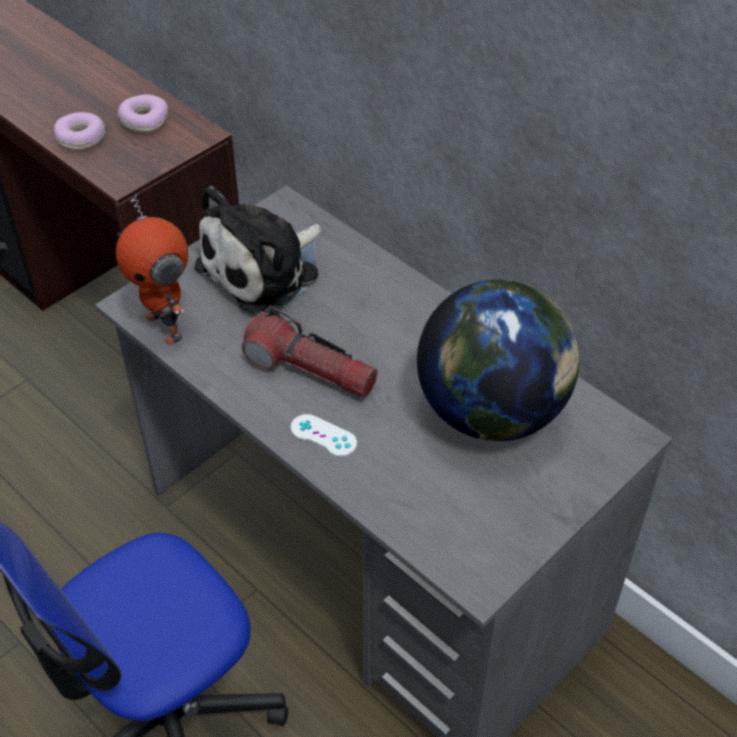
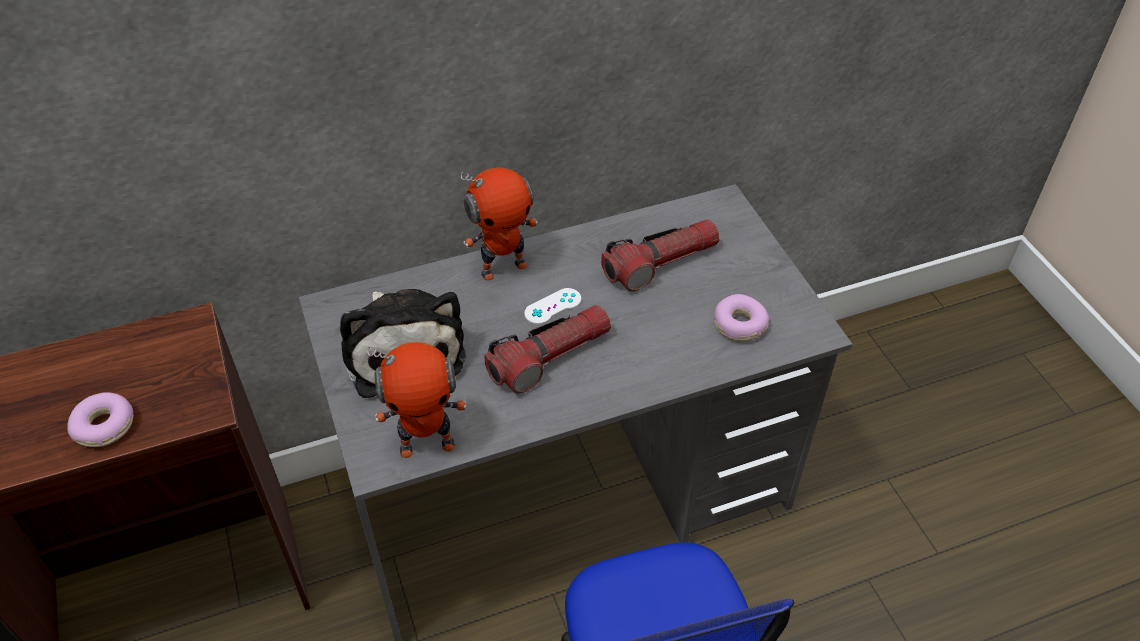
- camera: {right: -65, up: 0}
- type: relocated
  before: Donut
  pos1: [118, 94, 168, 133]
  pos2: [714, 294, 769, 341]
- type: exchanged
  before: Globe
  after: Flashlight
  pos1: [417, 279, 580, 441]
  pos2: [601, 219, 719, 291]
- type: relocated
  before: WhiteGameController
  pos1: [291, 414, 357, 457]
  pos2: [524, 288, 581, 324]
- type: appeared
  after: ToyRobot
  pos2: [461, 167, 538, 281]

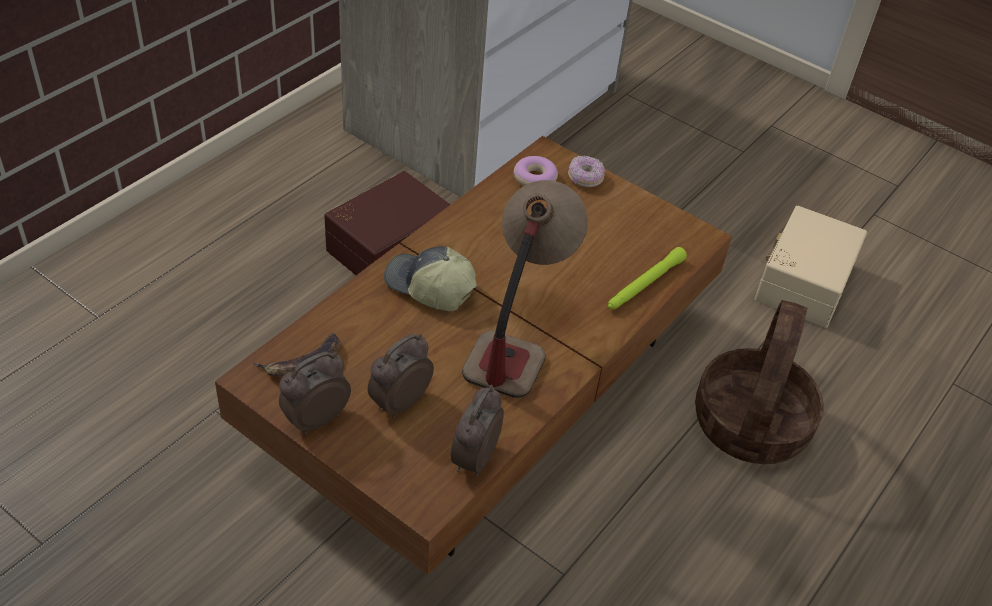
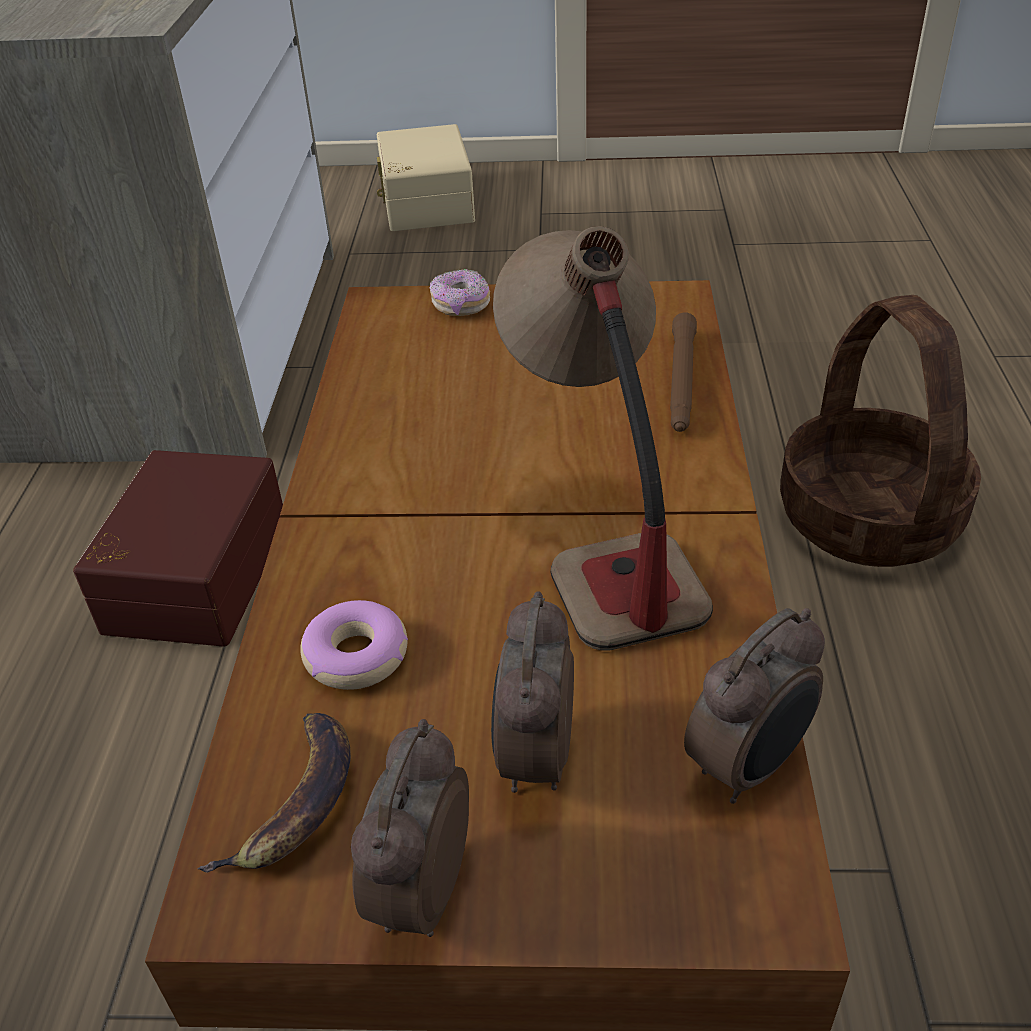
- camera: {right: -30, up: -5}
- type: relocated
  before: Donut
  pos1: [514, 156, 558, 186]
  pos2: [300, 600, 408, 690]
- type: relocated
  before: BeigeStorageBox
  pos1: [755, 206, 867, 328]
  pos2: [377, 124, 475, 231]
- type: missing
  before: Cap
  pos1: [384, 246, 477, 311]
- type: colour
  before: GreenFlashlight
  after: BrownFlashlight
  pos1: [608, 247, 687, 309]
  pos2: [670, 312, 697, 432]
- type: spun
  before: AlarmClock
  pos1: [451, 385, 504, 477]
  pos2: [684, 608, 825, 804]
  turn: -120

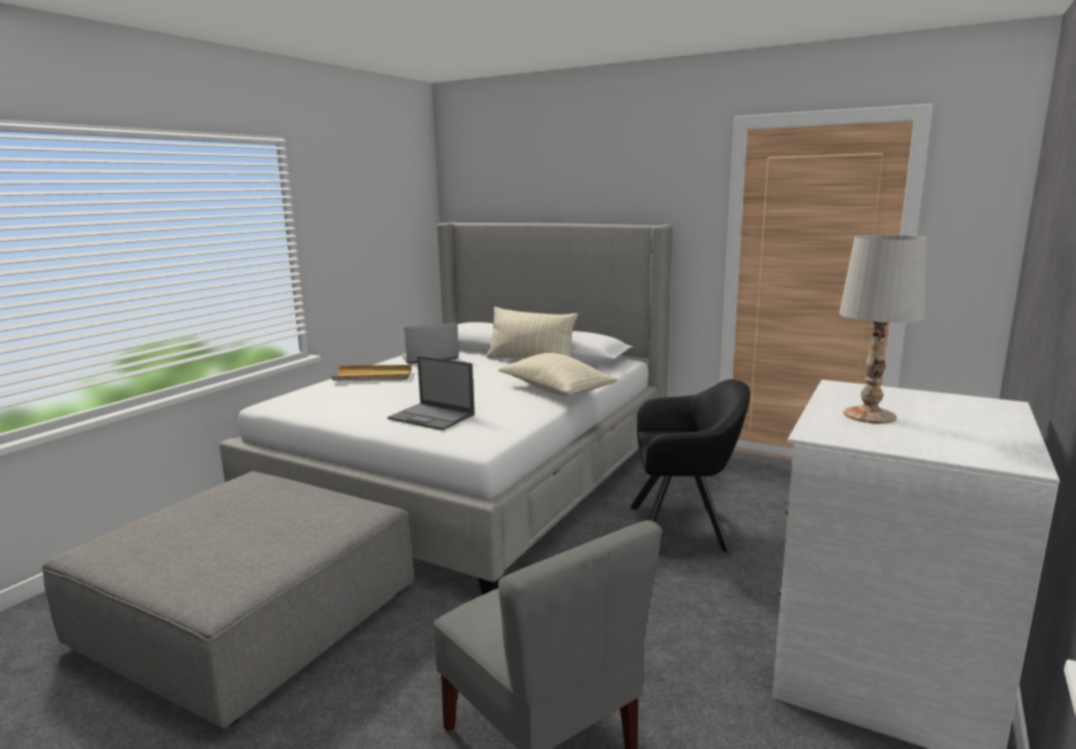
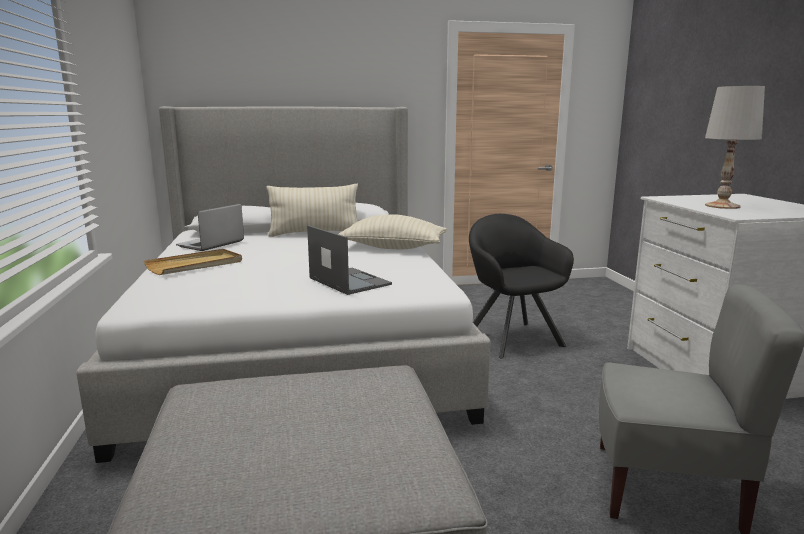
- camera: {right: -40, up: 0}
- type: spun
  before: Laptop
  pos1: [387, 356, 475, 430]
  pos2: [307, 225, 392, 295]
  turn: -120
- type: spun
  before: BlackArmchair
  pos1: [630, 379, 750, 553]
  pos2: [469, 214, 574, 359]
  turn: -75

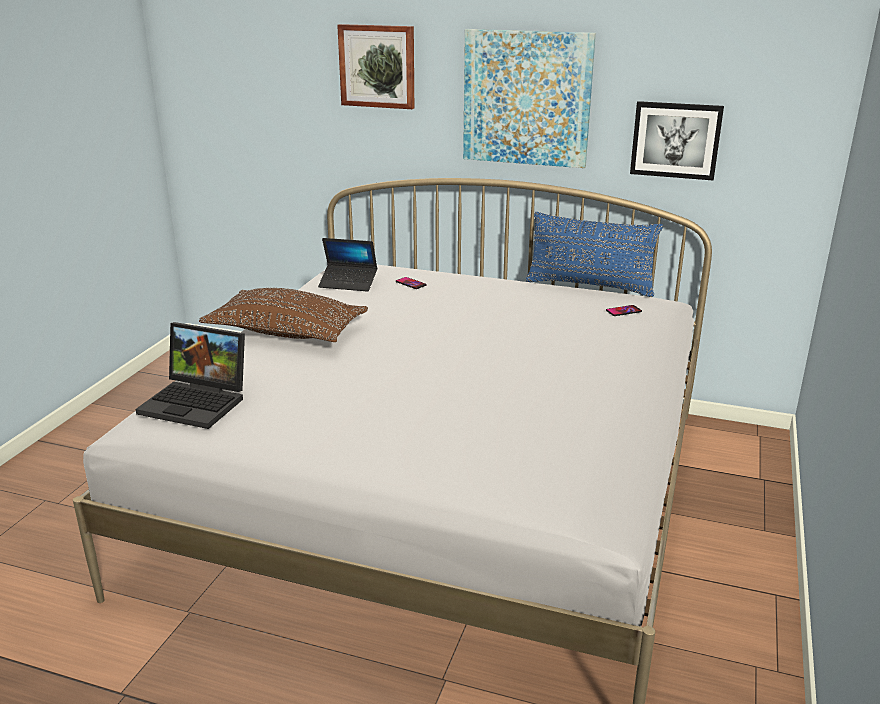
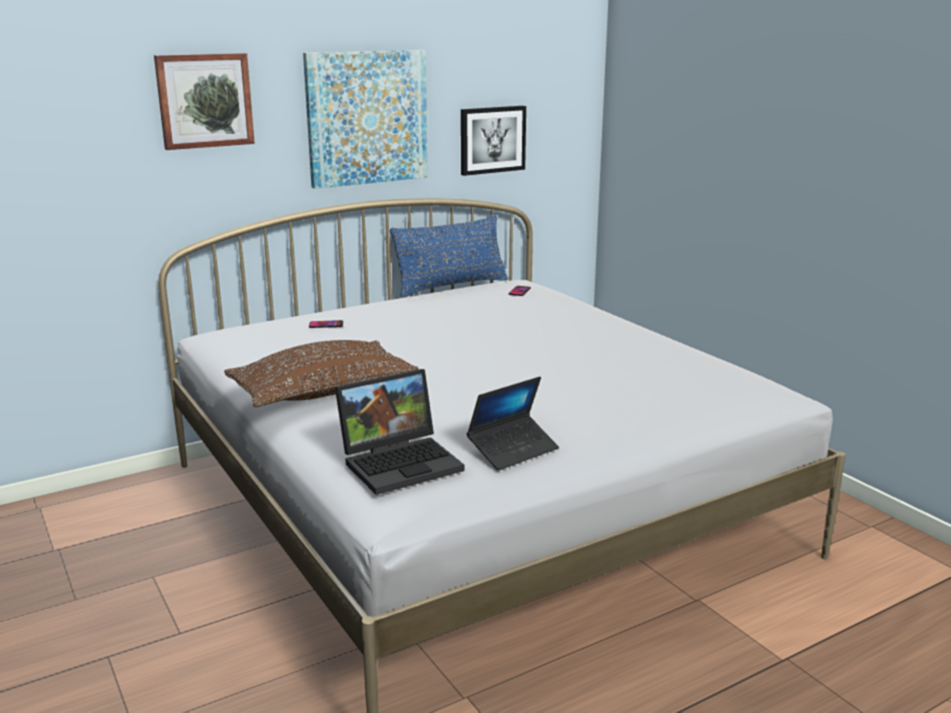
- camera: {right: -50, up: -5}
- type: relocated
  before: Laptop
  pos1: [318, 238, 377, 292]
  pos2: [467, 377, 559, 471]

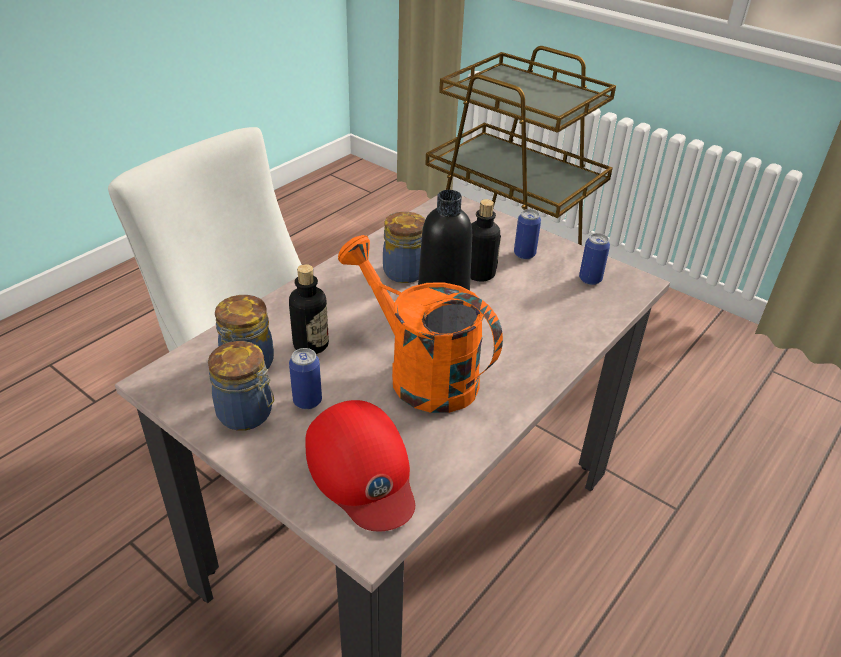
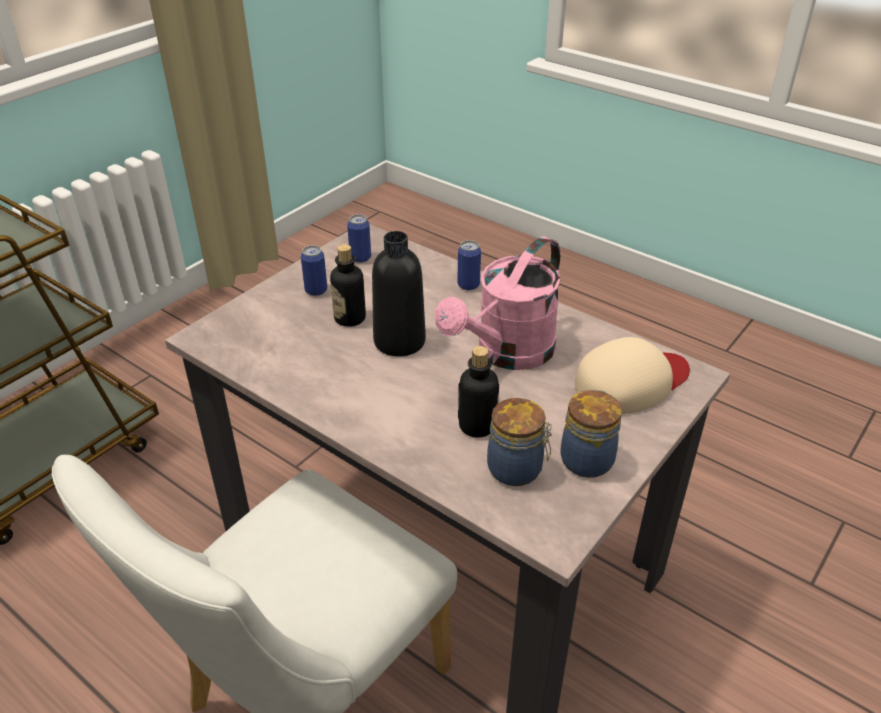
- camera: {right: -90, up: 0}
- type: missing
  before: Jar
  pos1: [383, 212, 425, 283]
- type: colour
  before: OrangeWateringCan
  after: PinkWateringCan
  pos1: [338, 235, 503, 413]
  pos2: [435, 236, 561, 370]
- type: relocated
  before: Can
  pos1: [289, 348, 322, 410]
  pos2: [458, 240, 481, 290]
- type: colour
  before: RedCap
  after: BeigeCap
  pos1: [305, 400, 415, 531]
  pos2: [575, 337, 690, 414]

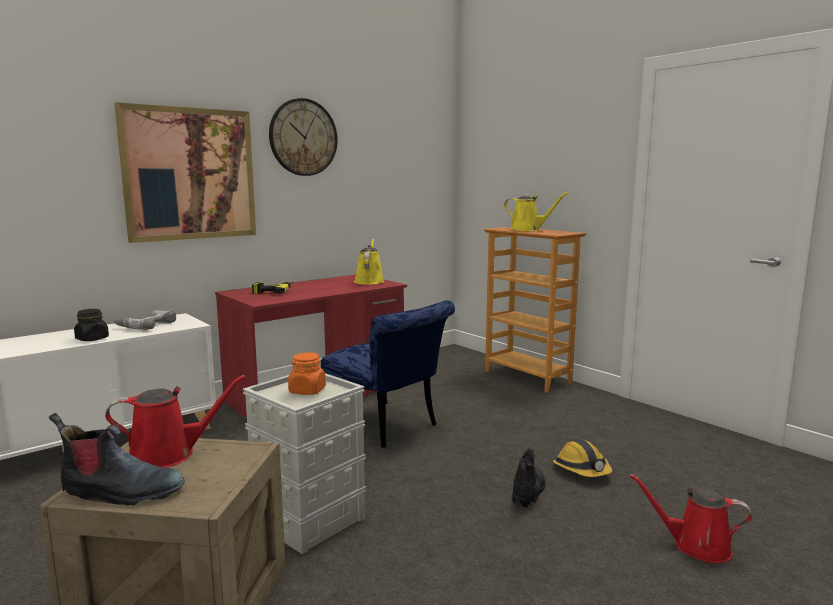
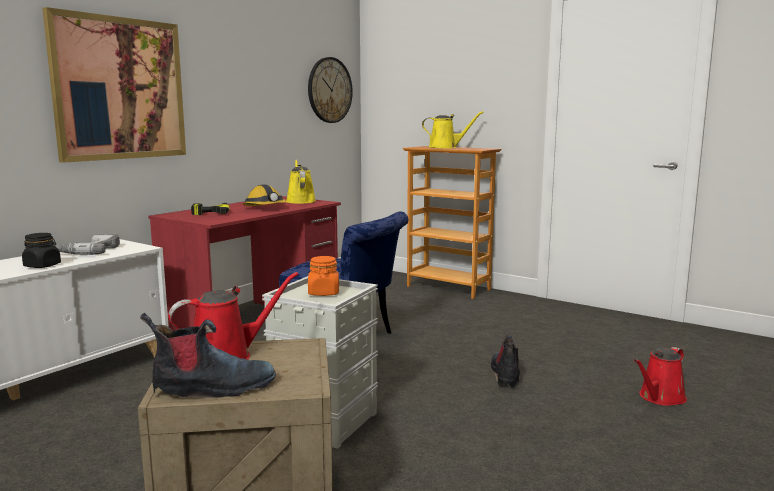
- camera: {right: -15, up: 0}
- type: relocated
  before: WallClock
  pos1: [269, 98, 338, 176]
  pos2: [308, 57, 353, 123]
- type: relocated
  before: HardHat
  pos1: [553, 439, 612, 477]
  pos2: [243, 185, 286, 206]
- type: spun
  before: RedWateringCan
  pos1: [629, 474, 752, 563]
  pos2: [634, 347, 687, 406]
  turn: -45

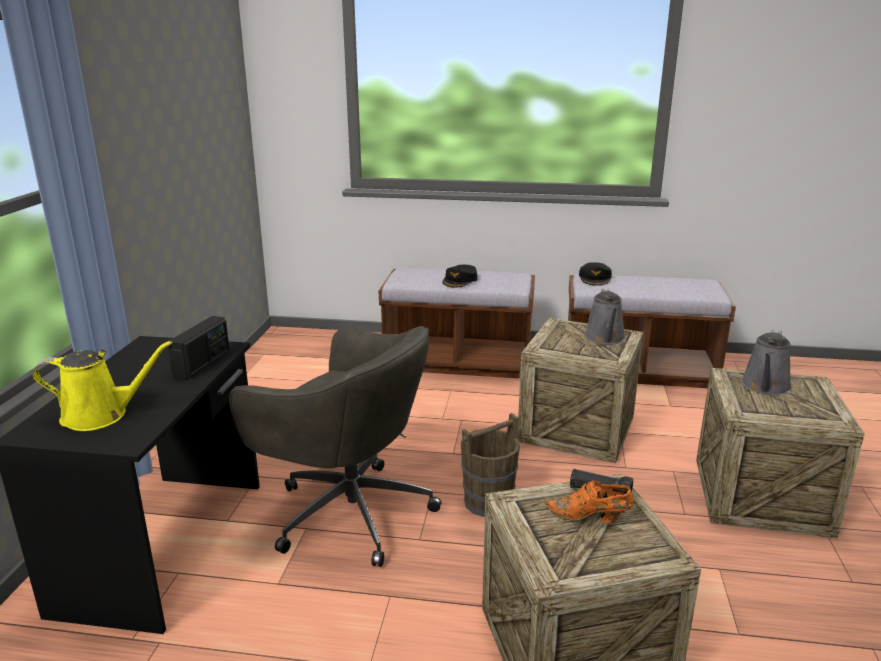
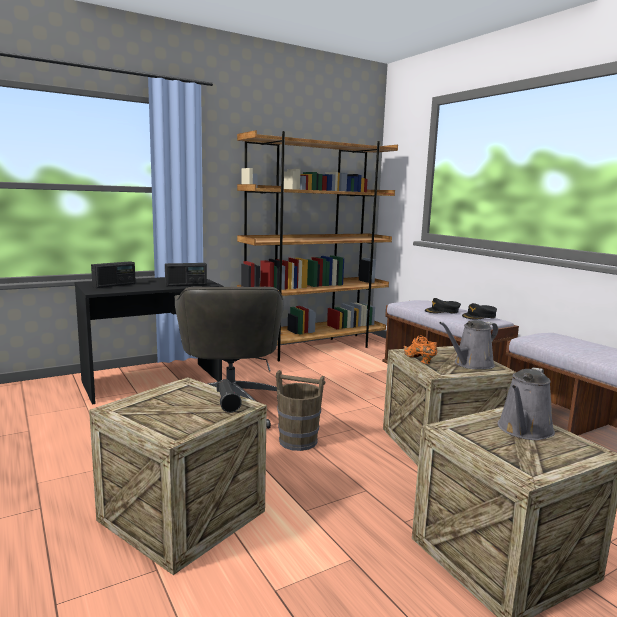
- camera: {right: 50, up: -10}
- type: relocated
  before: BlackCap
  pos1: [579, 262, 612, 286]
  pos2: [462, 303, 497, 319]
- type: spun
  before: GreyWateringCan
  pos1: [741, 330, 792, 395]
  pos2: [498, 367, 555, 440]
  turn: -45
- type: exchanged
  before: YellowWateringCan
  after: Radio
  pos1: [32, 341, 172, 431]
  pos2: [91, 261, 136, 288]
- type: relocated
  before: OrangeShoe
  pos1: [544, 480, 634, 524]
  pos2: [404, 335, 437, 364]
- type: appeared
  after: BrownBookcase
  pos2: [237, 130, 398, 361]

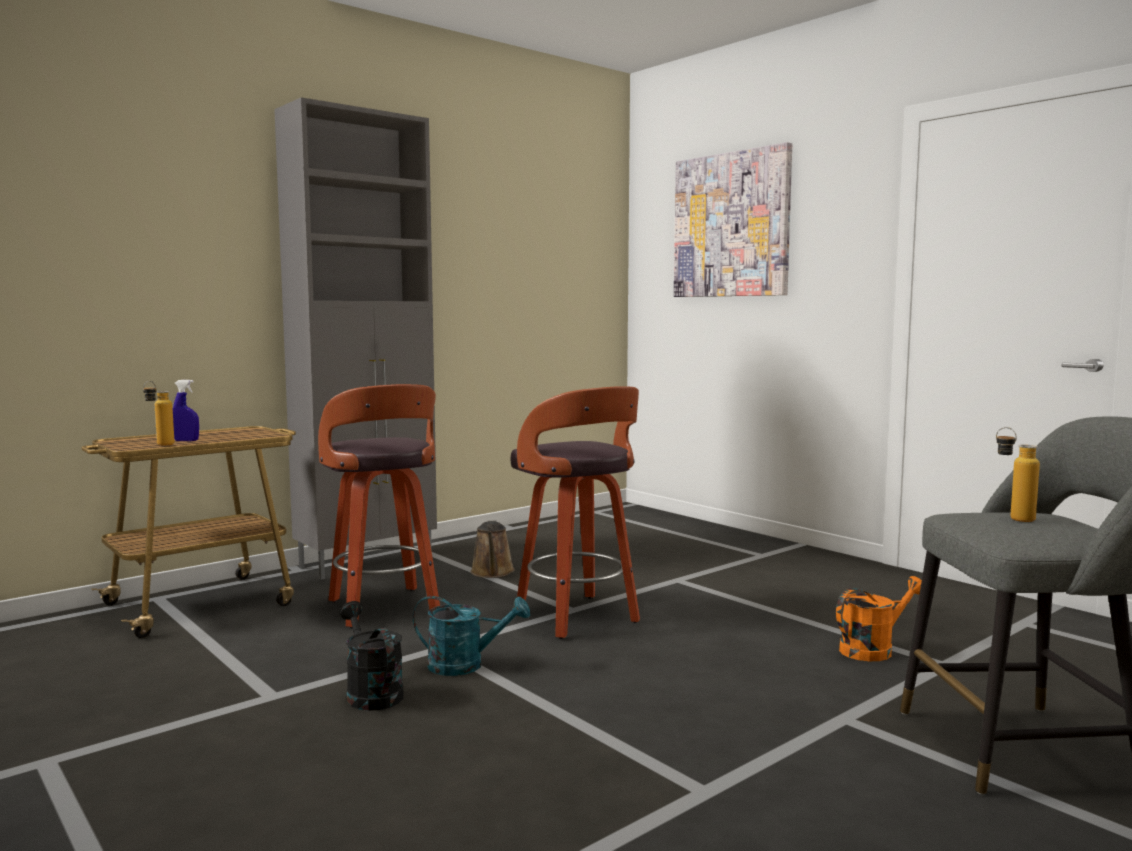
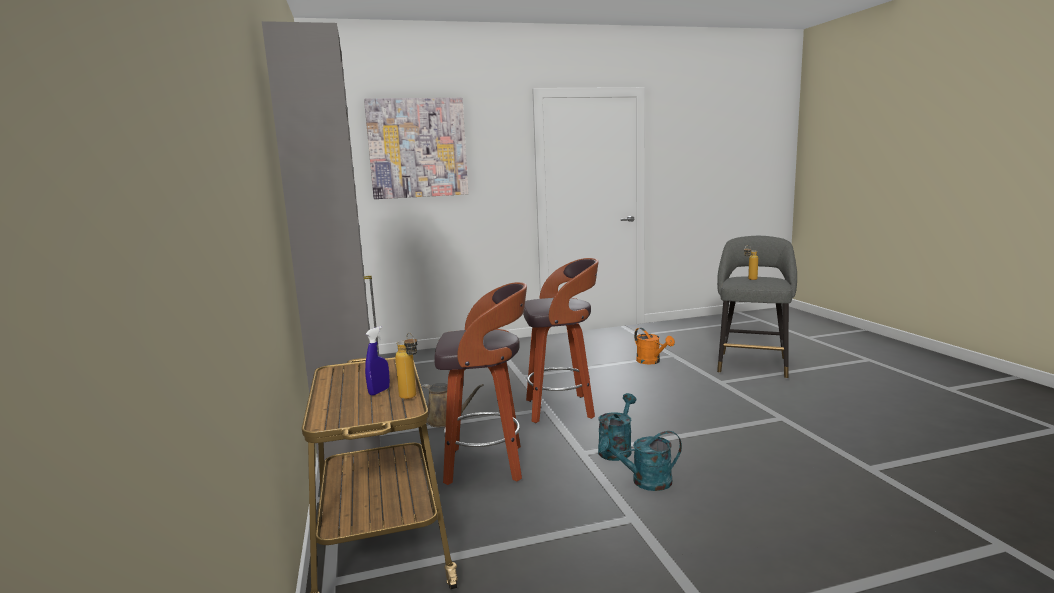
- camera: {right: -65, up: 5}
- type: spun
  before: OrangeWateringCan
  pos1: [836, 576, 922, 661]
  pos2: [634, 328, 675, 364]
  turn: 150
- type: colour
  before: BlackWateringCan
  after: TurquoiseWateringCan
  pos1: [339, 601, 404, 711]
  pos2: [598, 431, 682, 491]

